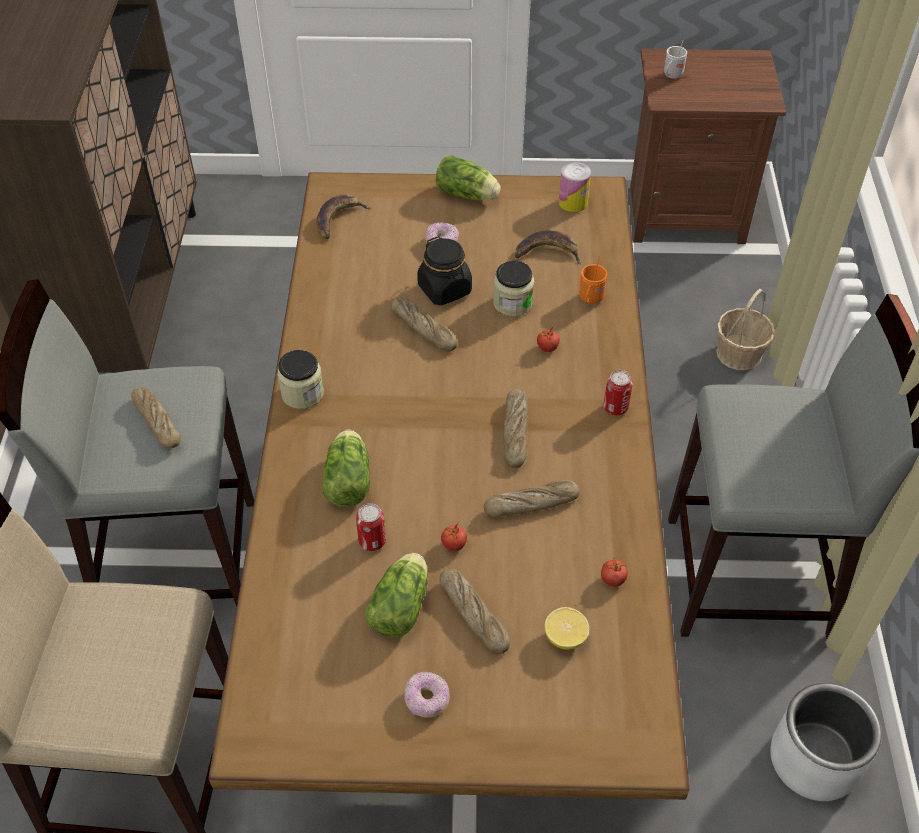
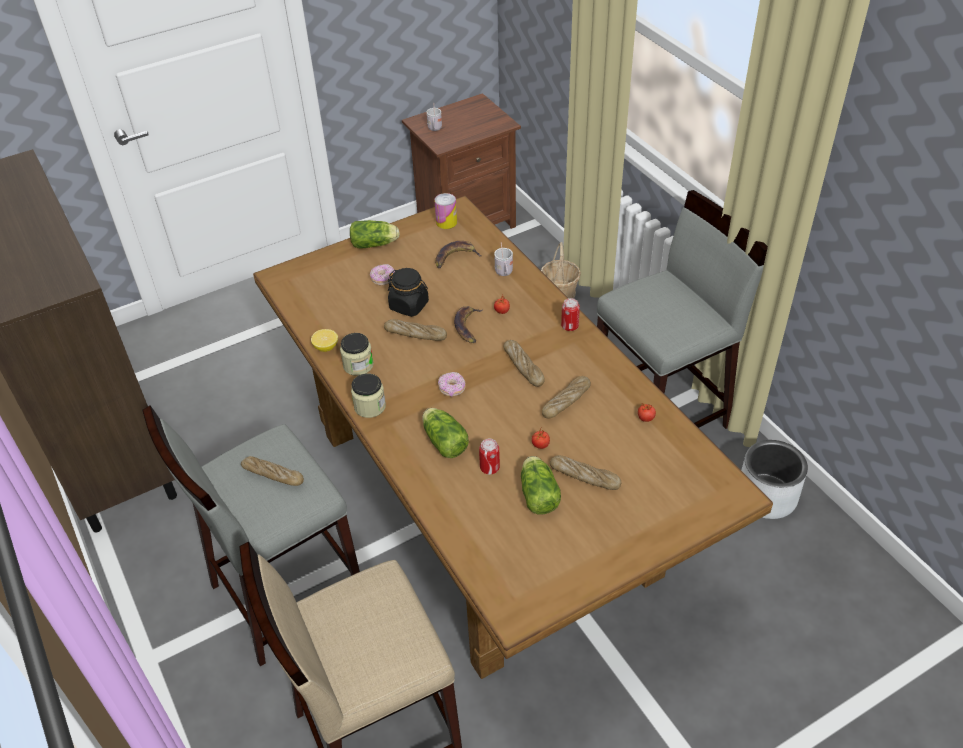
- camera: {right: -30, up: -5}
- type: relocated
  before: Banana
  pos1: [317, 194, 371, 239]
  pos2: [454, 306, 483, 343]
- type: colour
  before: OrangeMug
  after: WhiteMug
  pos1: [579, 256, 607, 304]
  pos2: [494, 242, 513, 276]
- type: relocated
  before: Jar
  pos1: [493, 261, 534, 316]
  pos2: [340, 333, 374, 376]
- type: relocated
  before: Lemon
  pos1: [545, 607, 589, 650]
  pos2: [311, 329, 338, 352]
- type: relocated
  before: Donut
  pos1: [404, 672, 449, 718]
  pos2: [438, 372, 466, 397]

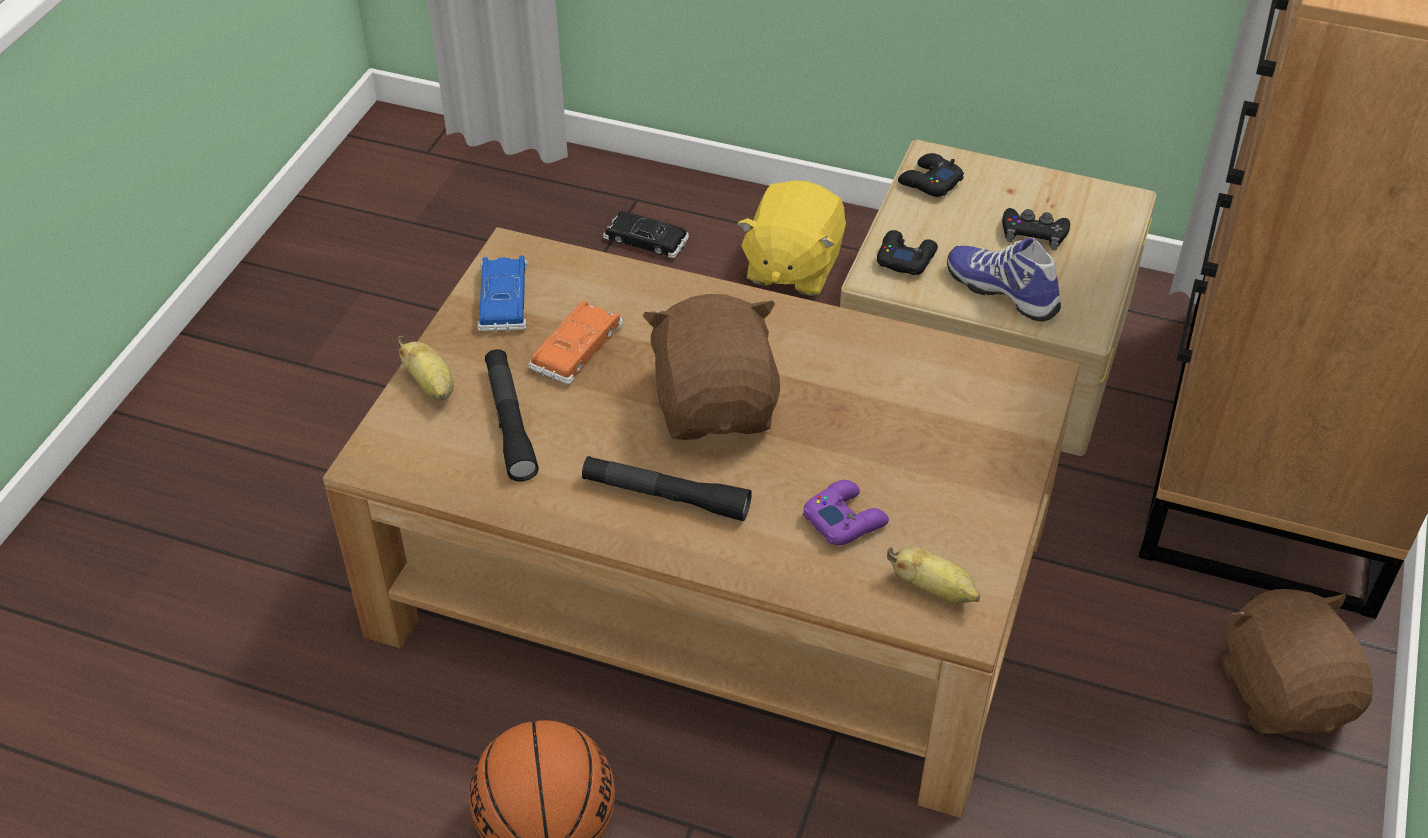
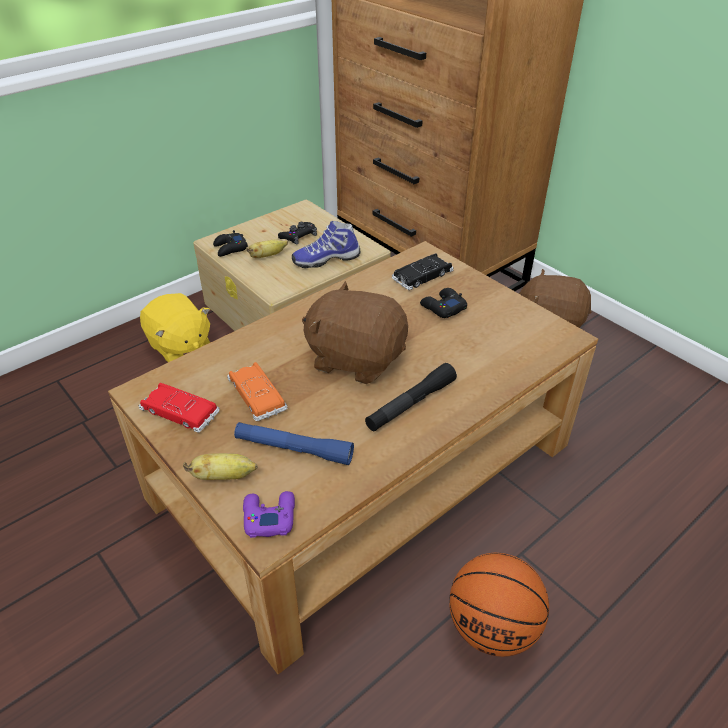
- camera: {right: -60, up: -5}
- type: relocated
  before: BlackToyCar
  pos1: [603, 211, 689, 258]
  pos2: [392, 253, 453, 290]
- type: relocated
  before: BlackGameController
  pos1: [877, 230, 938, 275]
  pos2: [420, 288, 467, 318]
- type: colour
  before: BlueToyCar
  after: RedToyCar
  pos1: [477, 255, 528, 333]
  pos2: [139, 383, 220, 433]
- type: colour
  before: BlackFlashlight
  after: BlueFlashlight
  pos1: [485, 349, 539, 482]
  pos2: [234, 422, 354, 465]
- type: relocated
  before: PurpleGameController
  pos1: [803, 480, 889, 546]
  pos2: [243, 491, 295, 538]
- type: relocated
  before: Banana
  pos1: [887, 547, 980, 604]
  pos2: [247, 240, 288, 258]

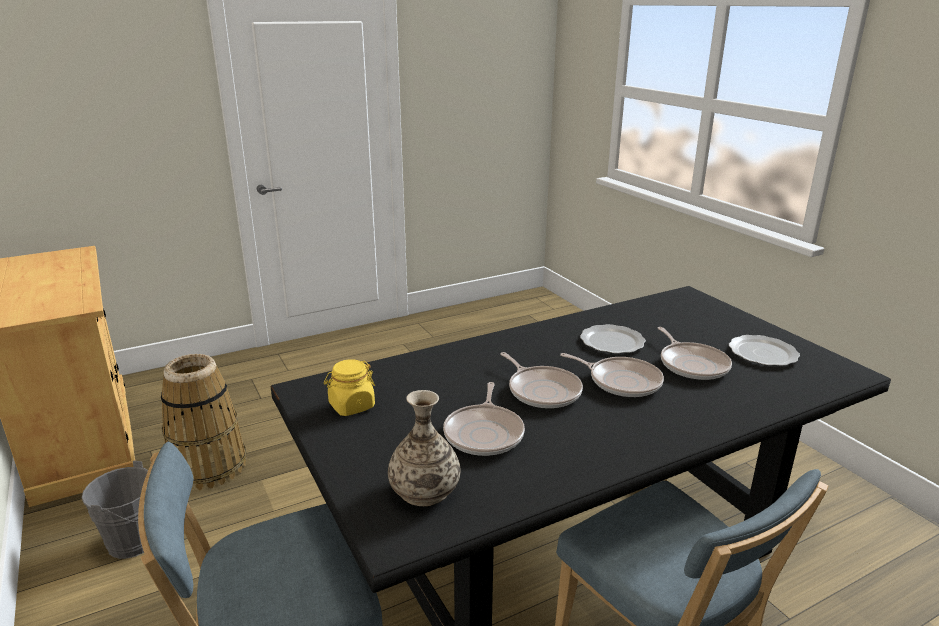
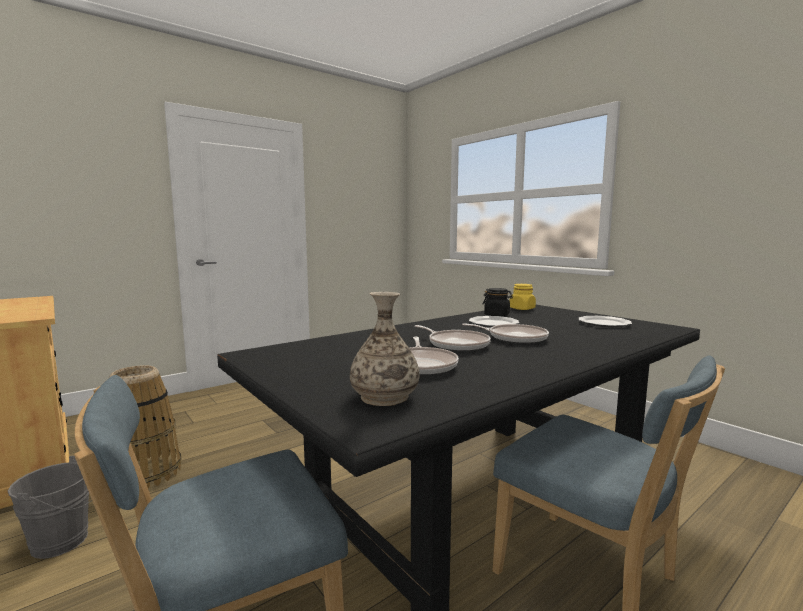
- camera: {right: -10, up: -15}
- type: missing
  before: FryingPan
  pos1: [658, 327, 732, 380]
- type: relocated
  before: YellowJar
  pos1: [324, 359, 375, 416]
  pos2: [509, 284, 536, 310]
- type: appeared
  after: BlackJar
  pos2: [483, 288, 513, 316]

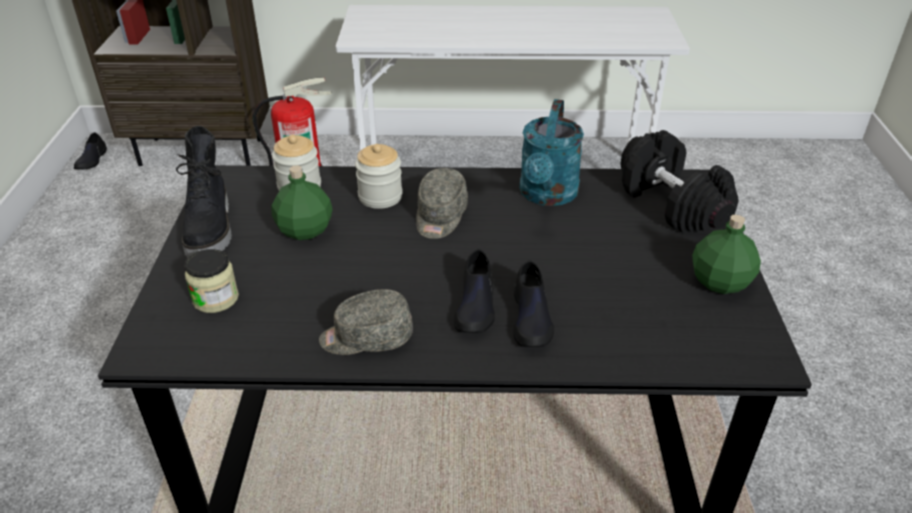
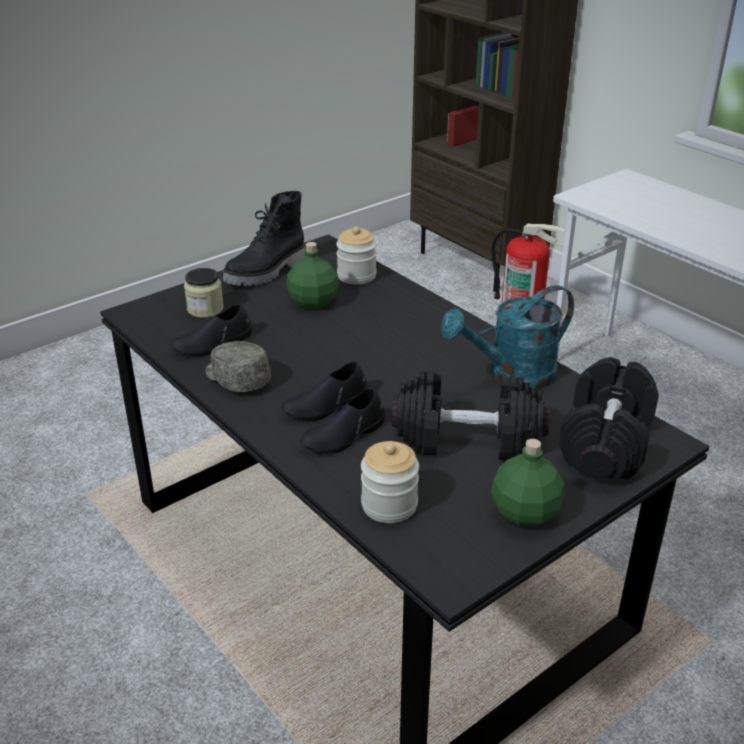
- camera: {right: 50, up: -5}
- type: relocated
  before: BlackShoe
  pos1: [74, 132, 107, 169]
  pos2: [170, 303, 252, 356]
- type: relocated
  before: Jar
  pos1: [355, 144, 402, 209]
  pos2: [361, 441, 419, 523]
- type: missing
  before: GreyCap
  pos1: [416, 168, 468, 239]
- type: appeared
  after: BlackDumbbell
  pos2: [392, 371, 550, 460]

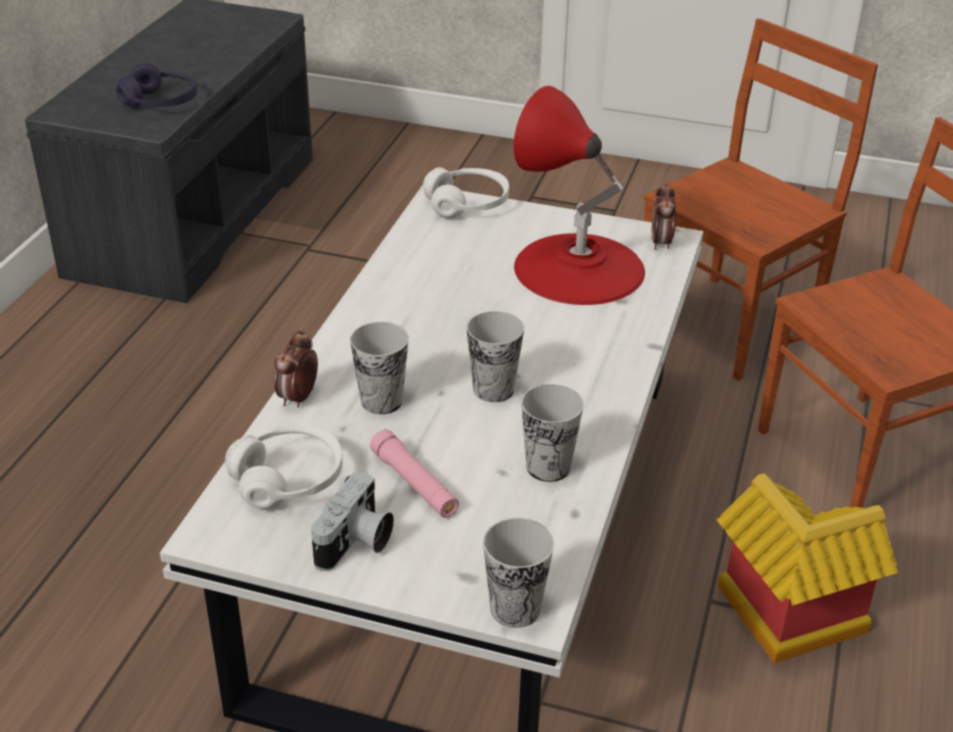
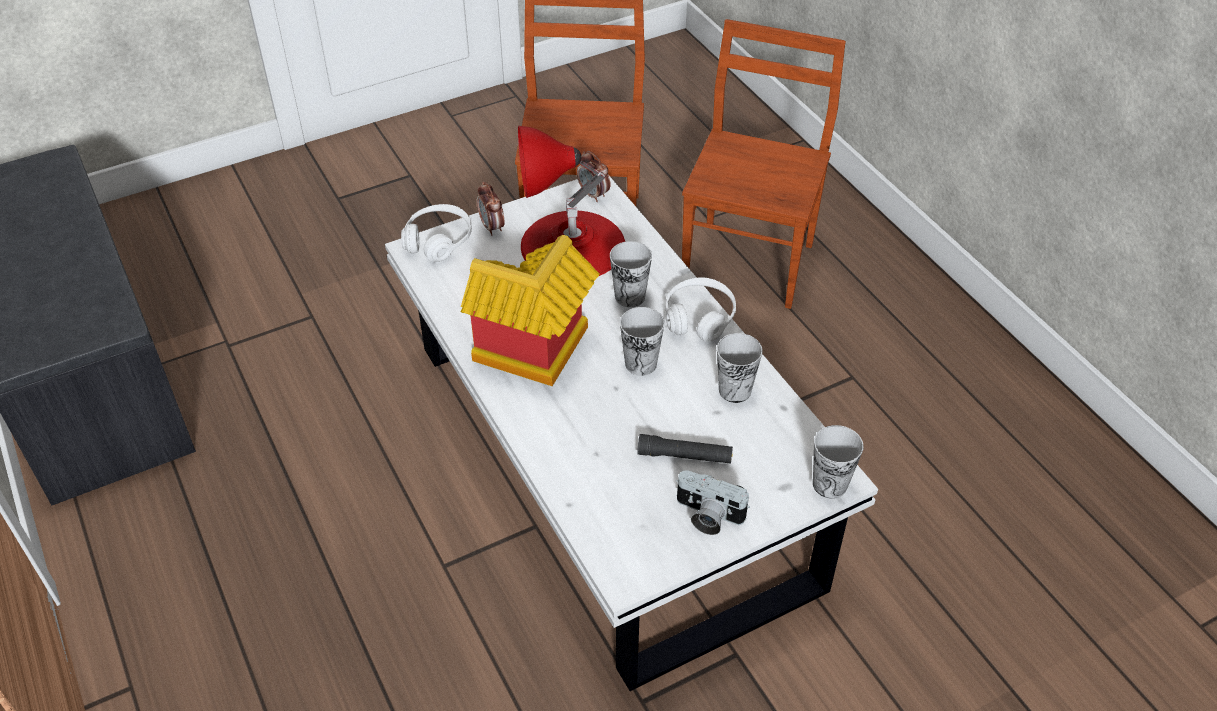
- camera: {right: -45, up: 10}
- type: missing
  before: PurpleHeadphones
  pos1: [116, 63, 197, 108]
- type: relocated
  before: Cup
  pos1: [350, 322, 409, 414]
  pos2: [610, 241, 652, 307]
- type: relocated
  before: AlarmClock
  pos1: [274, 330, 318, 408]
  pos2: [477, 182, 504, 236]
- type: relocated
  before: WhiteHeadphones
  pos1: [225, 425, 343, 509]
  pos2: [666, 277, 736, 342]
- type: colour
  before: PinkFlashlight
  after: BlackFlashlight
  pos1: [370, 429, 459, 518]
  pos2: [637, 434, 733, 464]
- type: spun
  before: PhotoCamera
  pos1: [311, 472, 394, 571]
  pos2: [676, 470, 750, 535]
  turn: 135
- type: relocated
  before: ToyHouse
  pos1: [717, 473, 898, 664]
  pos2: [461, 235, 600, 386]

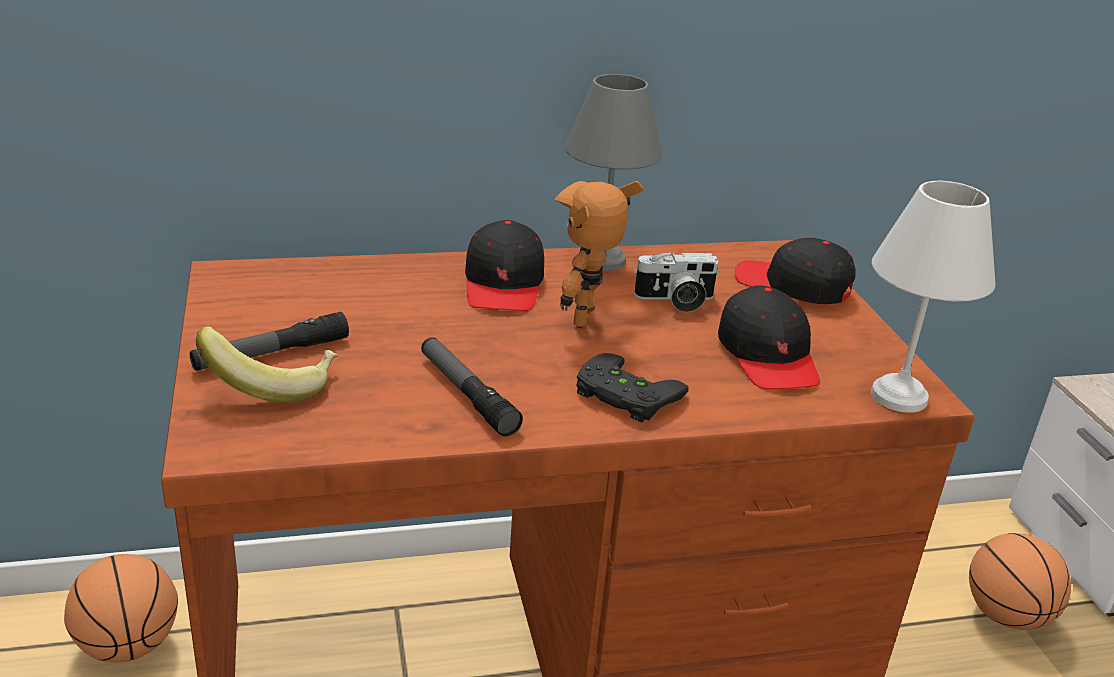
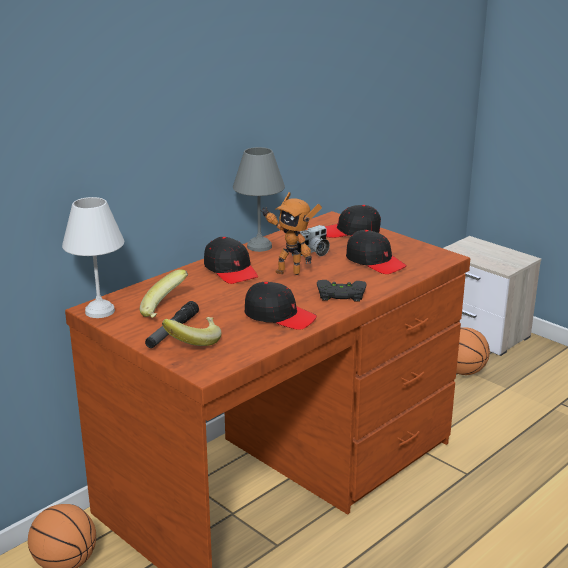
- camera: {right: -30, up: -5}
- type: spun
  before: ToyRobot
  pos1: [554, 181, 644, 328]
  pos2: [261, 192, 322, 275]
  turn: -60
- type: relocated
  before: WhiteTableLamp
  pos1: [871, 181, 996, 413]
  pos2: [62, 197, 124, 318]
- type: exchanged
  before: Flashlight
  after: BlackCap
  pos1: [421, 337, 523, 436]
  pos2: [245, 282, 317, 330]
- type: appeared
  after: Banana
  pos2: [140, 269, 188, 318]

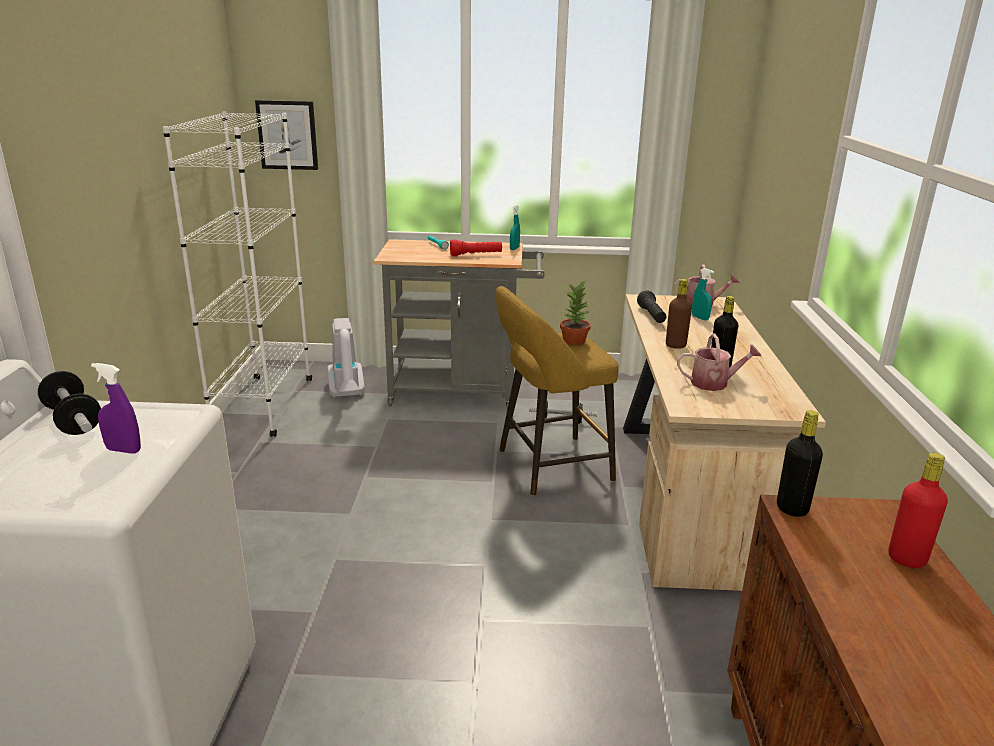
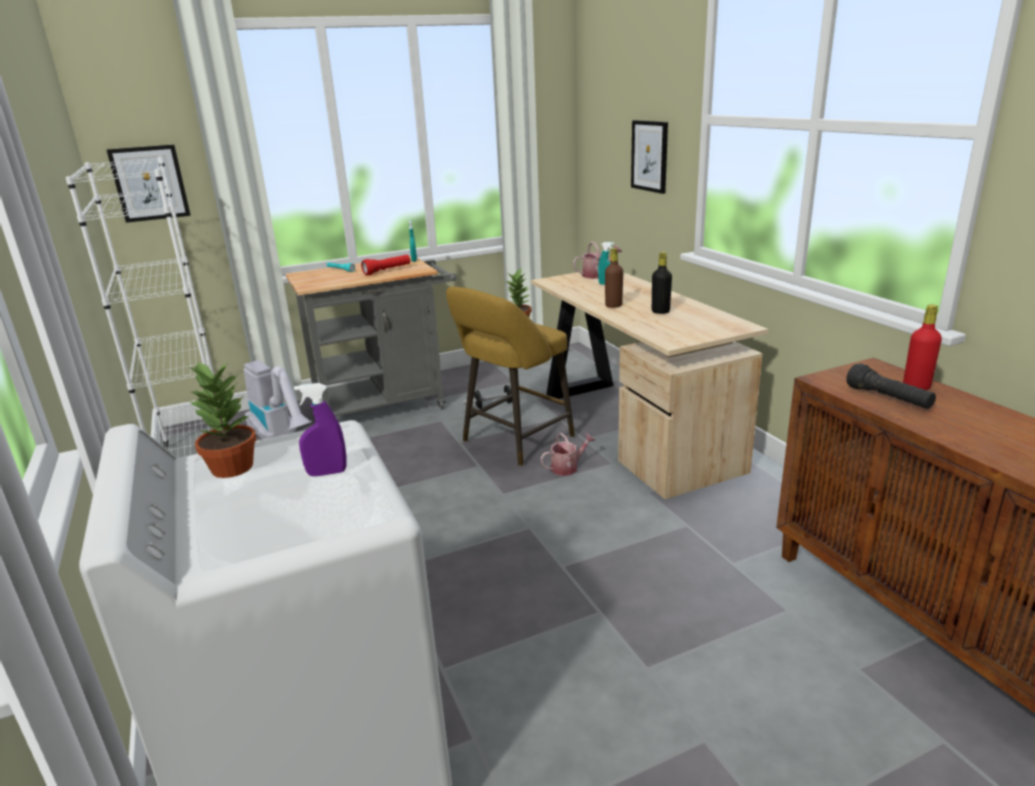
- camera: {right: -25, up: 0}
- type: relocated
  before: BlackFlashlight
  pos1: [637, 290, 666, 323]
  pos2: [846, 363, 936, 409]
- type: relocated
  before: WateringCan
  pos1: [677, 334, 761, 391]
  pos2: [540, 433, 596, 476]
- type: exchanged
  before: Dumbbell
  after: PottedPlant
  pos1: [38, 371, 101, 435]
  pos2: [188, 361, 256, 478]
- type: missing
  before: BlackBottle
  pos1: [777, 410, 823, 517]
- type: appeared
  after: Picture
  pos2: [631, 120, 668, 194]

